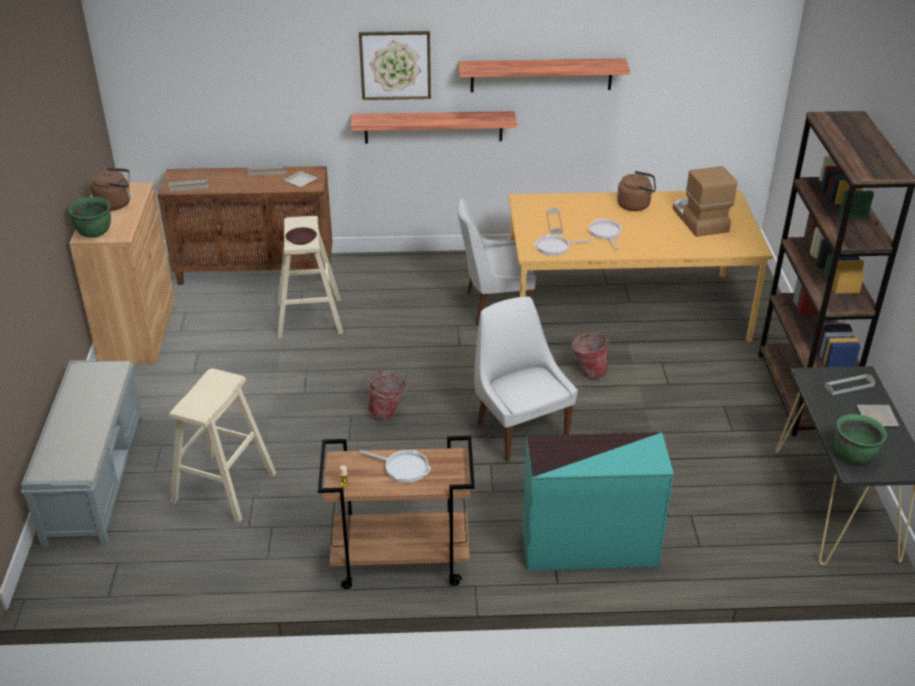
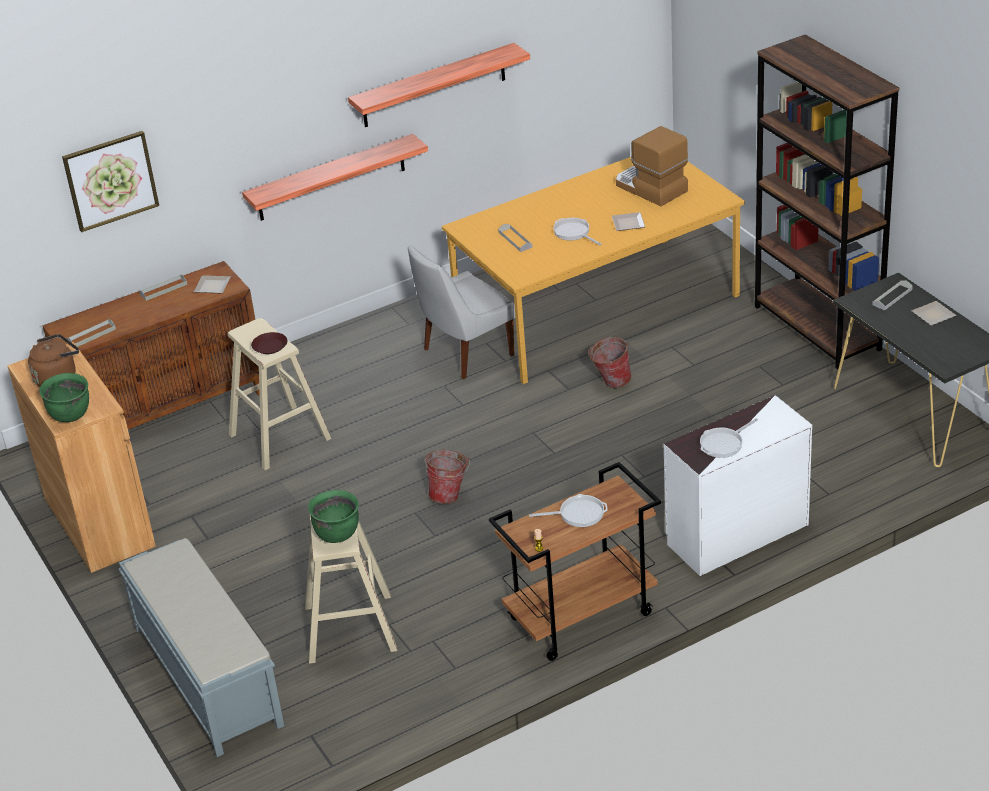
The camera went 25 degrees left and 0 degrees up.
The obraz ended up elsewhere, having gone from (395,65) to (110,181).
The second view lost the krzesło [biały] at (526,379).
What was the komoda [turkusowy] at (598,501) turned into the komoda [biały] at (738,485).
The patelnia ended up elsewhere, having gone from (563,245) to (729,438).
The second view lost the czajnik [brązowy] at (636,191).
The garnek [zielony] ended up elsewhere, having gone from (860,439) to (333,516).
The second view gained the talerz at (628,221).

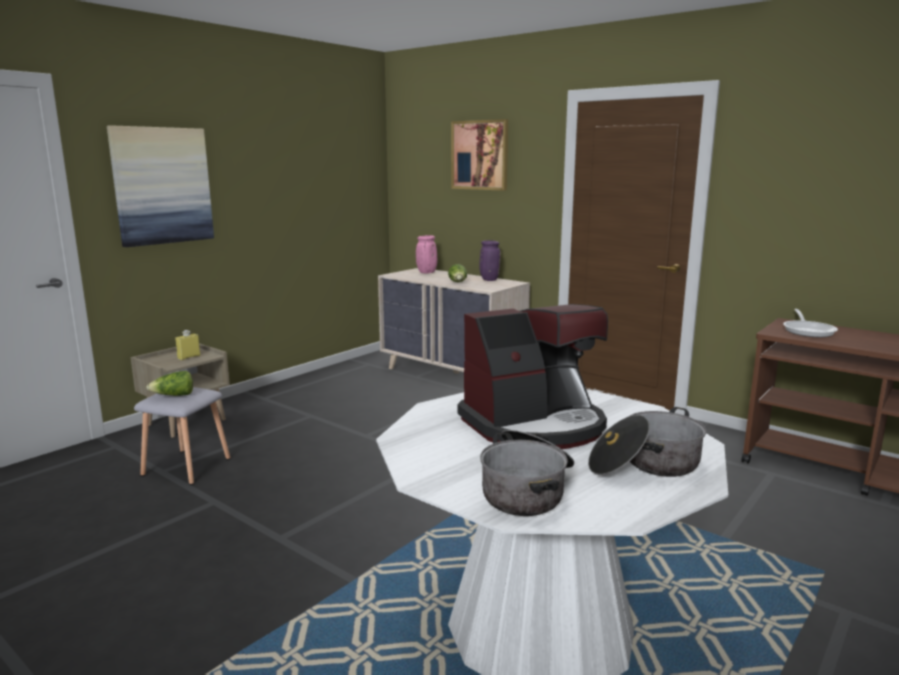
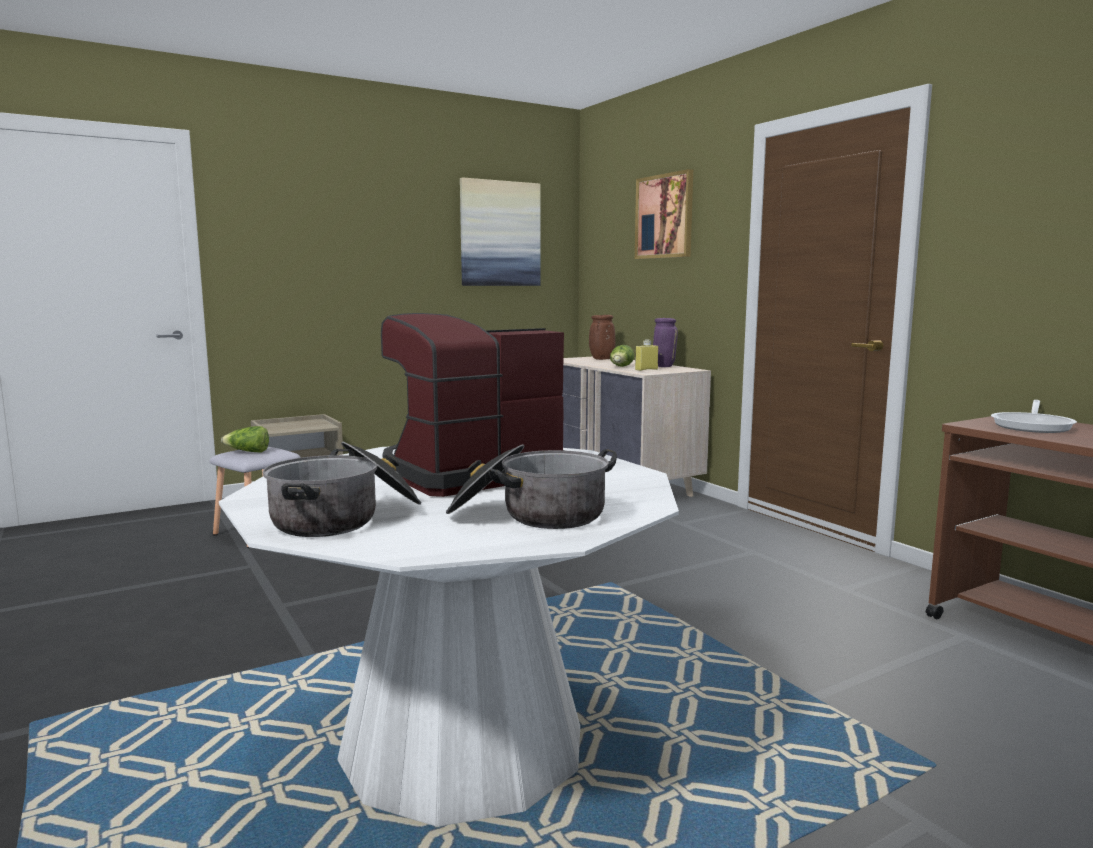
The camera went 20 degrees right and 5 degrees down.
The obraz ended up elsewhere, having gone from (160,186) to (500,232).
The butelka [żółty] ended up elsewhere, having gone from (187,345) to (646,355).
What was the wazon [różowy] at (426,254) turned into the wazon [brązowy] at (602,337).
The ekspres do kawy at (532,376) ended up facing another way, 150 degrees clockwise from before.

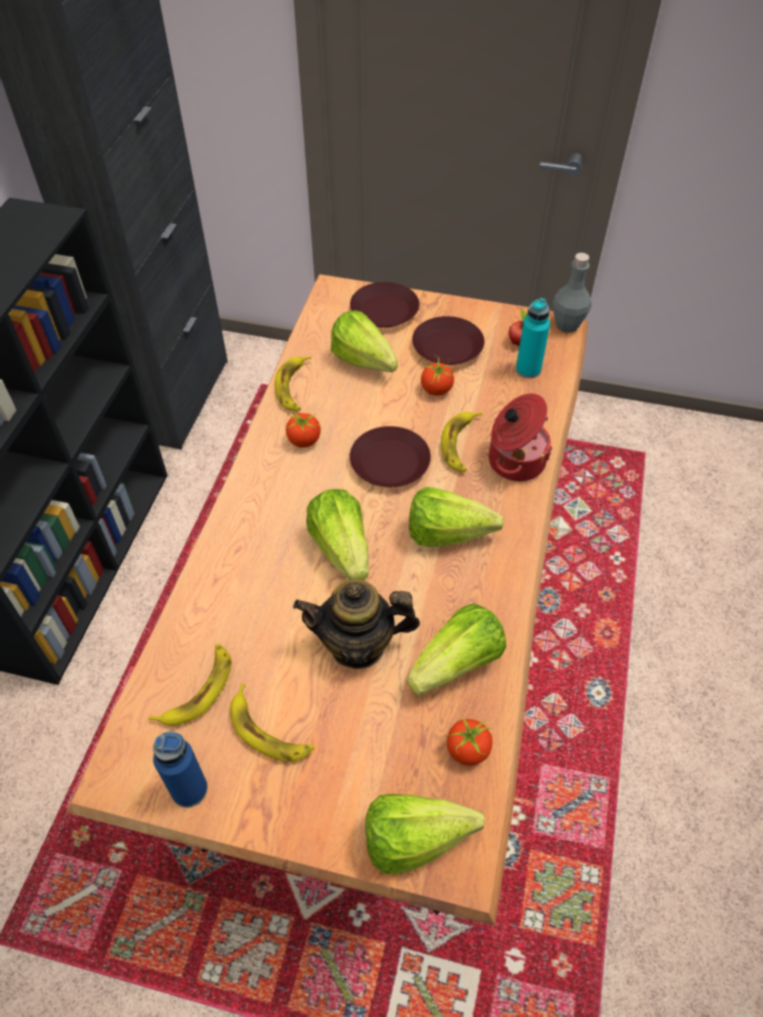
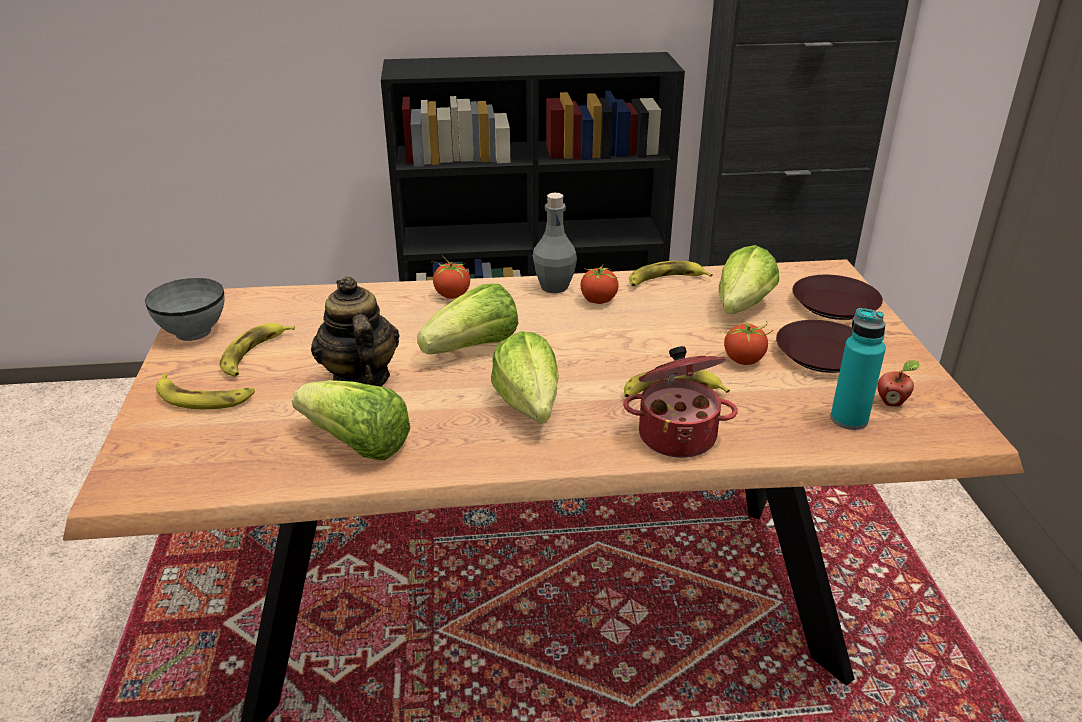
The camera went 70 degrees right and 20 degrees down.
The banan ended up elsewhere, having gone from (190,685) to (205,391).
Where the butelka [niebieski] stood at (180,769), the miska [szary] came to stand at (185,309).
The second view lost the talerz [brązowy] at (390,456).
The second view lost the sałata at (425,834).
The pomidor ended up elsewhere, having gone from (469,740) to (450,277).
The butelka [szary] ended up elsewhere, having gone from (572,293) to (555,243).

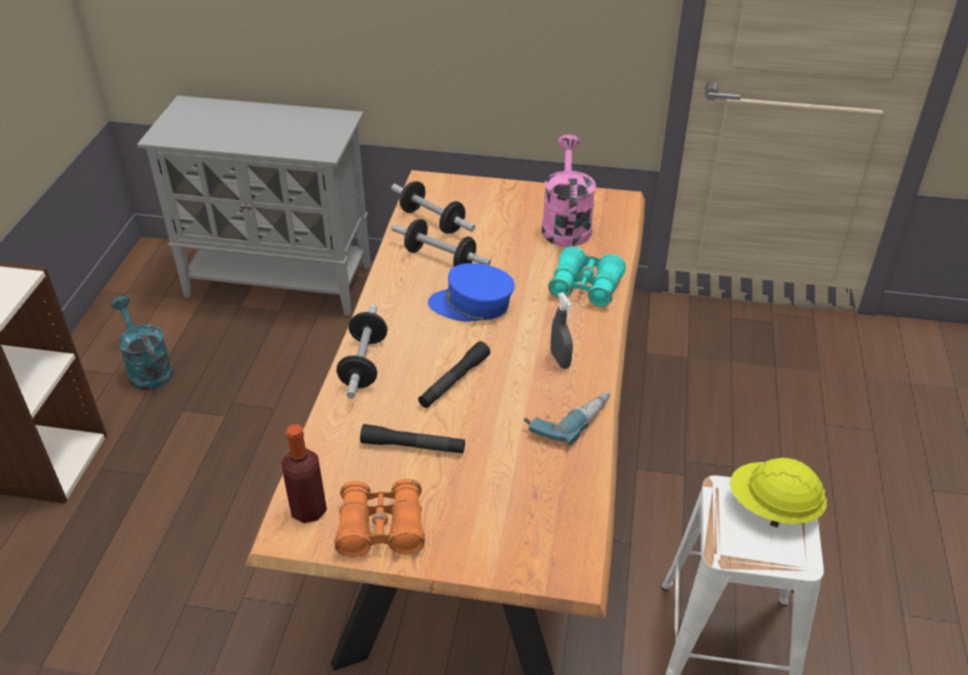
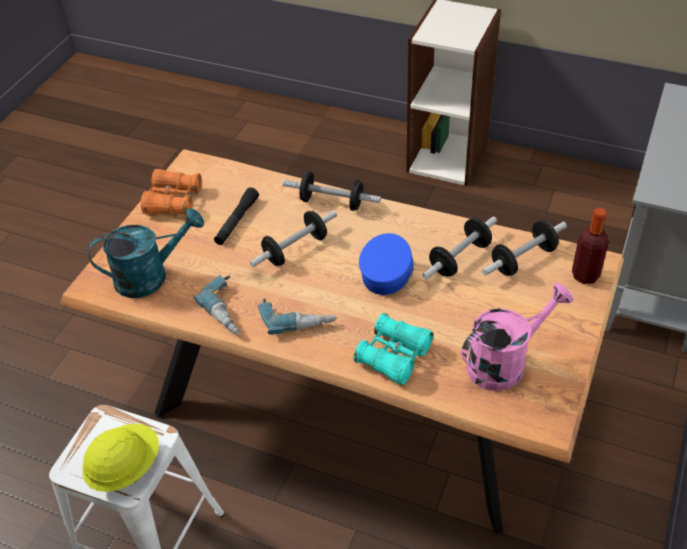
The camera went 105 degrees right and 5 degrees up.
The konewka [turkusowy] ended up elsewhere, having gone from (141,343) to (146,253).
The butelka ended up elsewhere, having gone from (304,473) to (590,246).
Where the latarka [czarny] stood at (454,374), the hantel came to stand at (293,238).
The konewka [różowy] at (569,190) ended up facing another way, 45 degrees counterclockwise from before.
Where the spryskiwacz [szary] stood at (562,330), the wiertarka came to stand at (297,316).

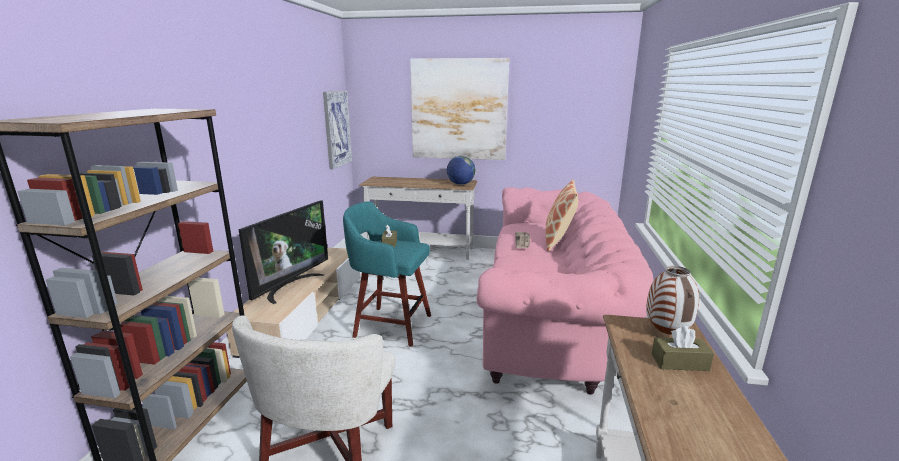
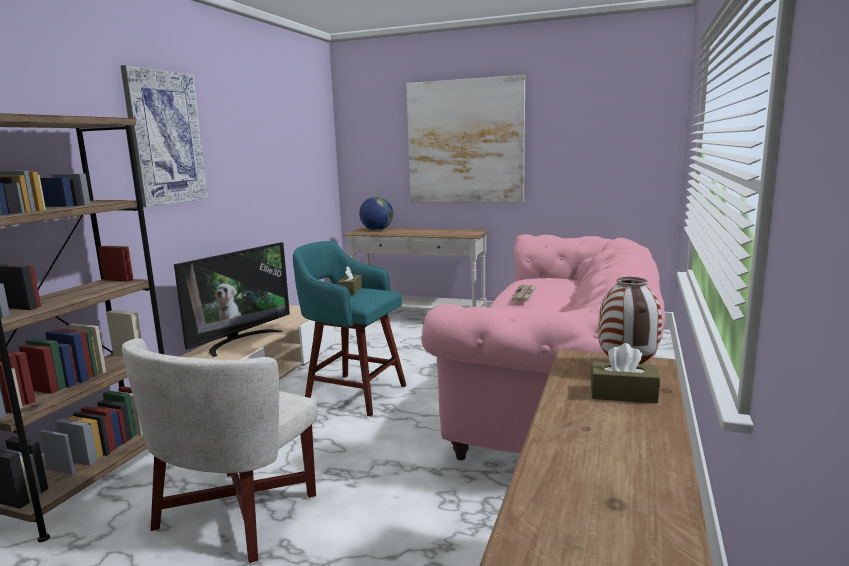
The camera went 10 degrees right and 5 degrees down.
The obraz ended up elsewhere, having gone from (337,130) to (164,136).
The globus ended up elsewhere, having gone from (461,170) to (376,214).
The second view lost the poduszka at (562,215).

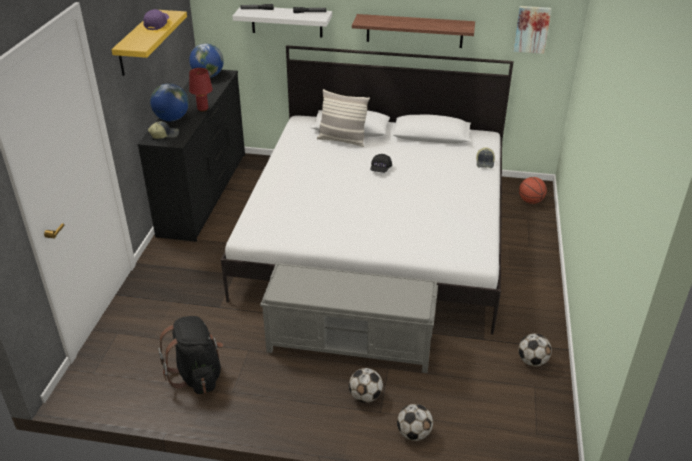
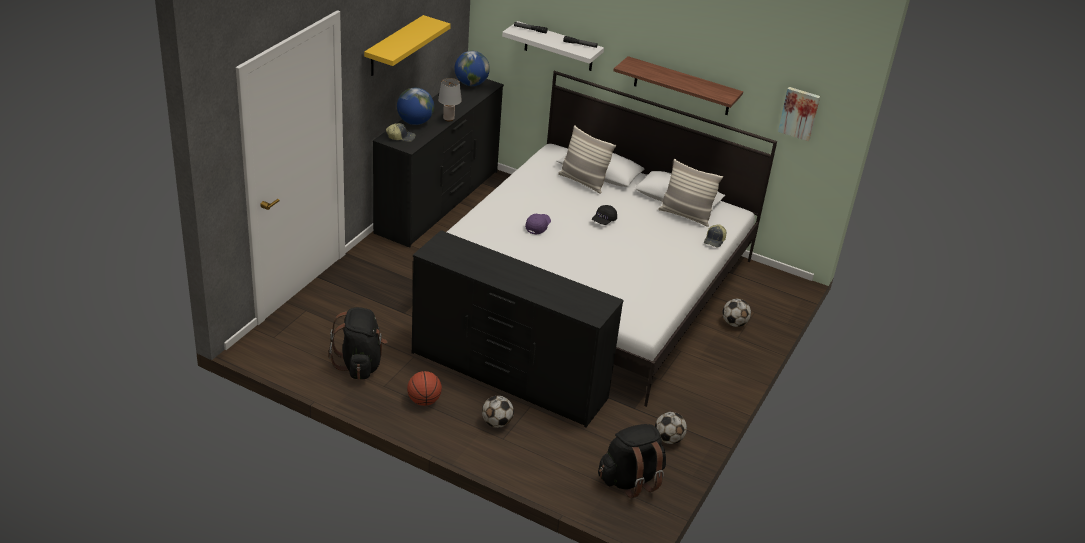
The camera went 15 degrees right and 0 degrees up.
The czapka z daszkiem [fioletowy] ended up elsewhere, having gone from (156,19) to (538,224).
What was the lampa stołowa [czerwony] at (201,90) turned into the lampa stołowa [szary] at (450,100).
Where the ławka [szary] stood at (349,318), the komoda [czarny] came to stand at (518,329).
The piłka futbolowa ended up elsewhere, having gone from (415,422) to (736,313).
The piłka do koszykówki ended up elsewhere, having gone from (533,190) to (424,388).
The second view gained the plecak [czarny] at (632,461).
The second view gained the poduszka at (690,193).

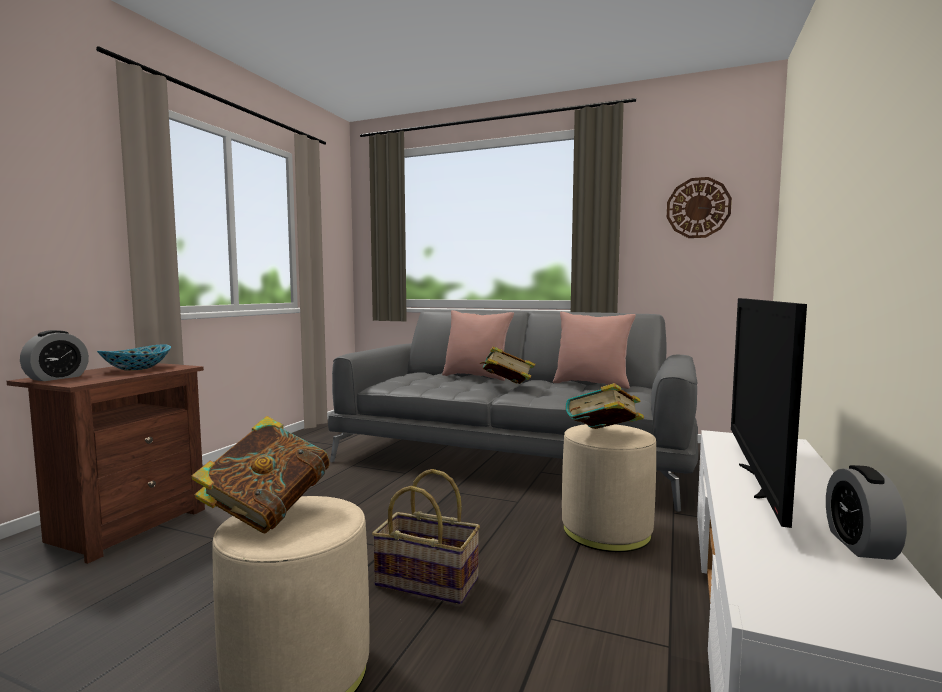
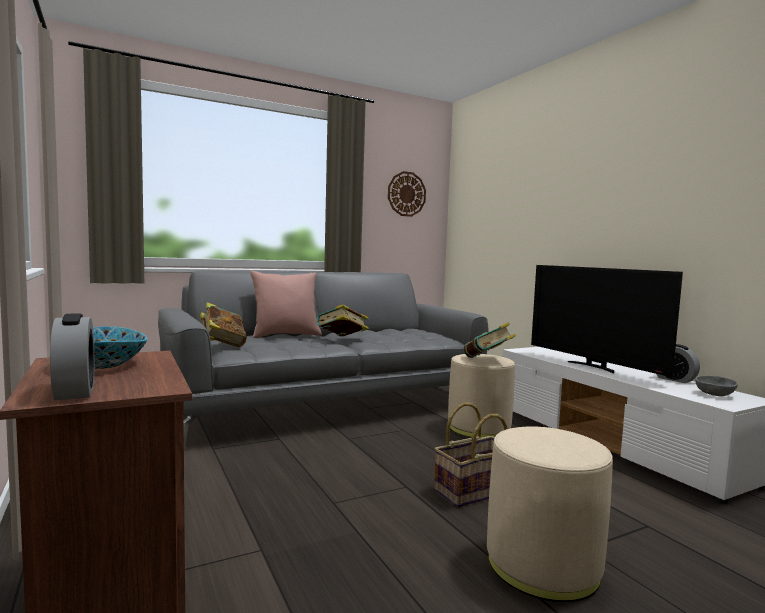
The camera went 50 degrees left and 0 degrees up.
The książka ended up elsewhere, having gone from (260,474) to (223,324).
The second view lost the poduszka [różowy] at (594,350).
The second view gained the miska [szary] at (716,386).

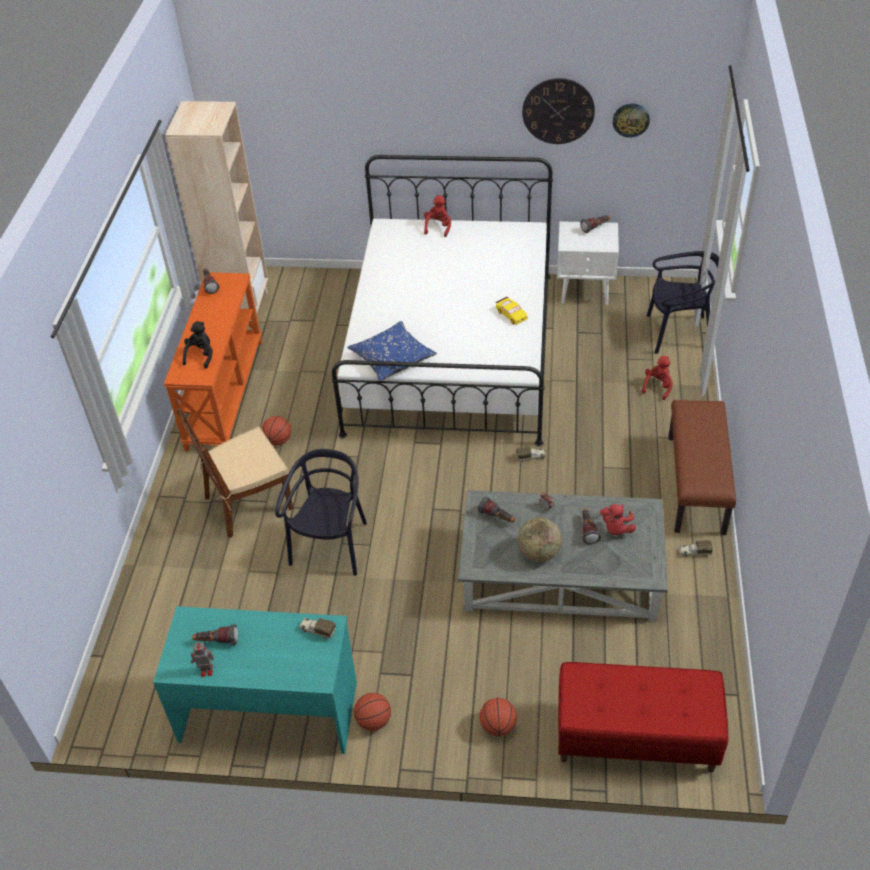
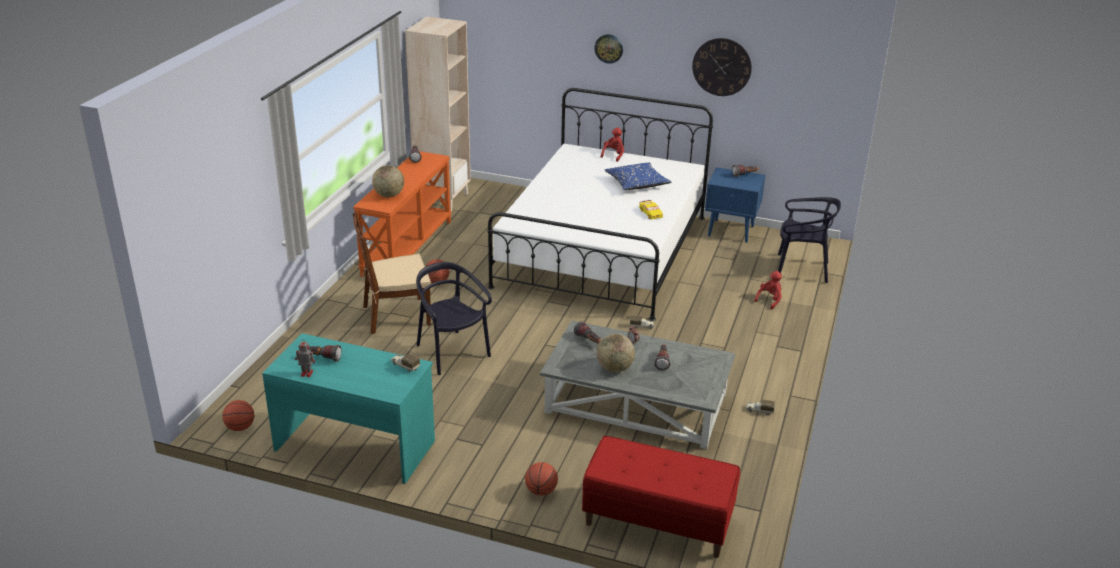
The camera went 10 degrees right and 15 degrees down.
Where the pluszak [czarny] stood at (198,345), the globus came to stand at (388,181).
The krzesło [czarny] at (321,512) ended up facing another way, 60 degrees counterclockwise from before.
The poduszka [niebieski] ended up elsewhere, having gone from (392,351) to (638,176).
The piłka do koszykówki ended up elsewhere, having gone from (372,712) to (238,415).
What was the szafka nocna [biały] at (588,263) turned into the szafka nocna [niebieski] at (735,205).
The second view lost the pluszak [czerwony] at (618,519).
The zegar ścienny ended up elsewhere, having gone from (631,121) to (608,49).
The second view lost the ławka [brązowy] at (702,467).

